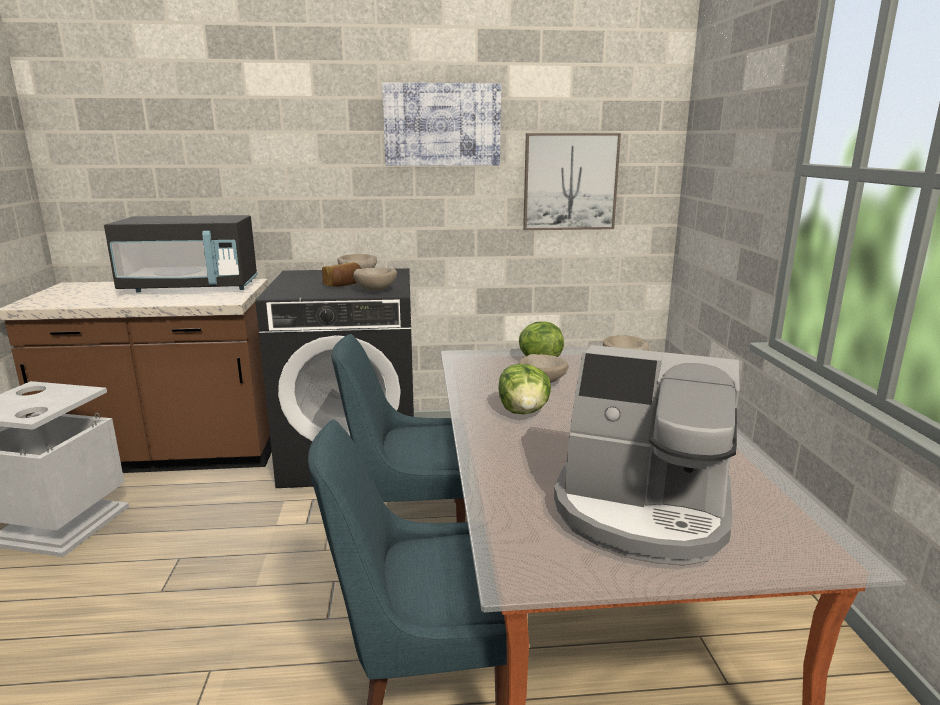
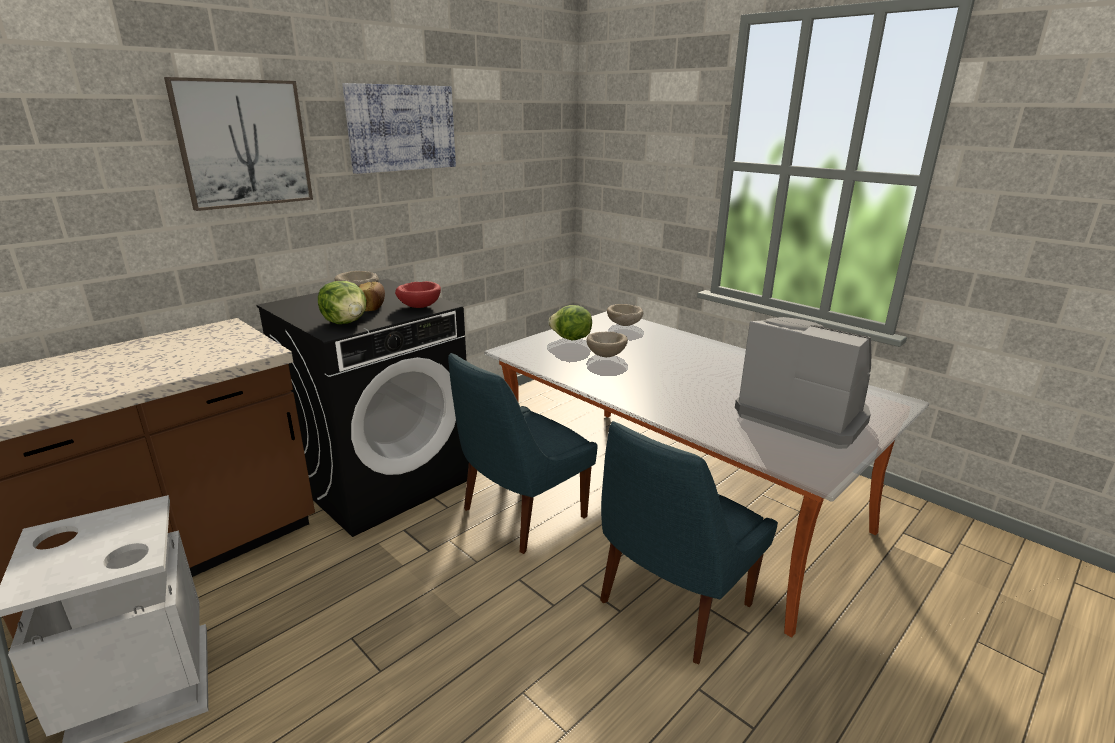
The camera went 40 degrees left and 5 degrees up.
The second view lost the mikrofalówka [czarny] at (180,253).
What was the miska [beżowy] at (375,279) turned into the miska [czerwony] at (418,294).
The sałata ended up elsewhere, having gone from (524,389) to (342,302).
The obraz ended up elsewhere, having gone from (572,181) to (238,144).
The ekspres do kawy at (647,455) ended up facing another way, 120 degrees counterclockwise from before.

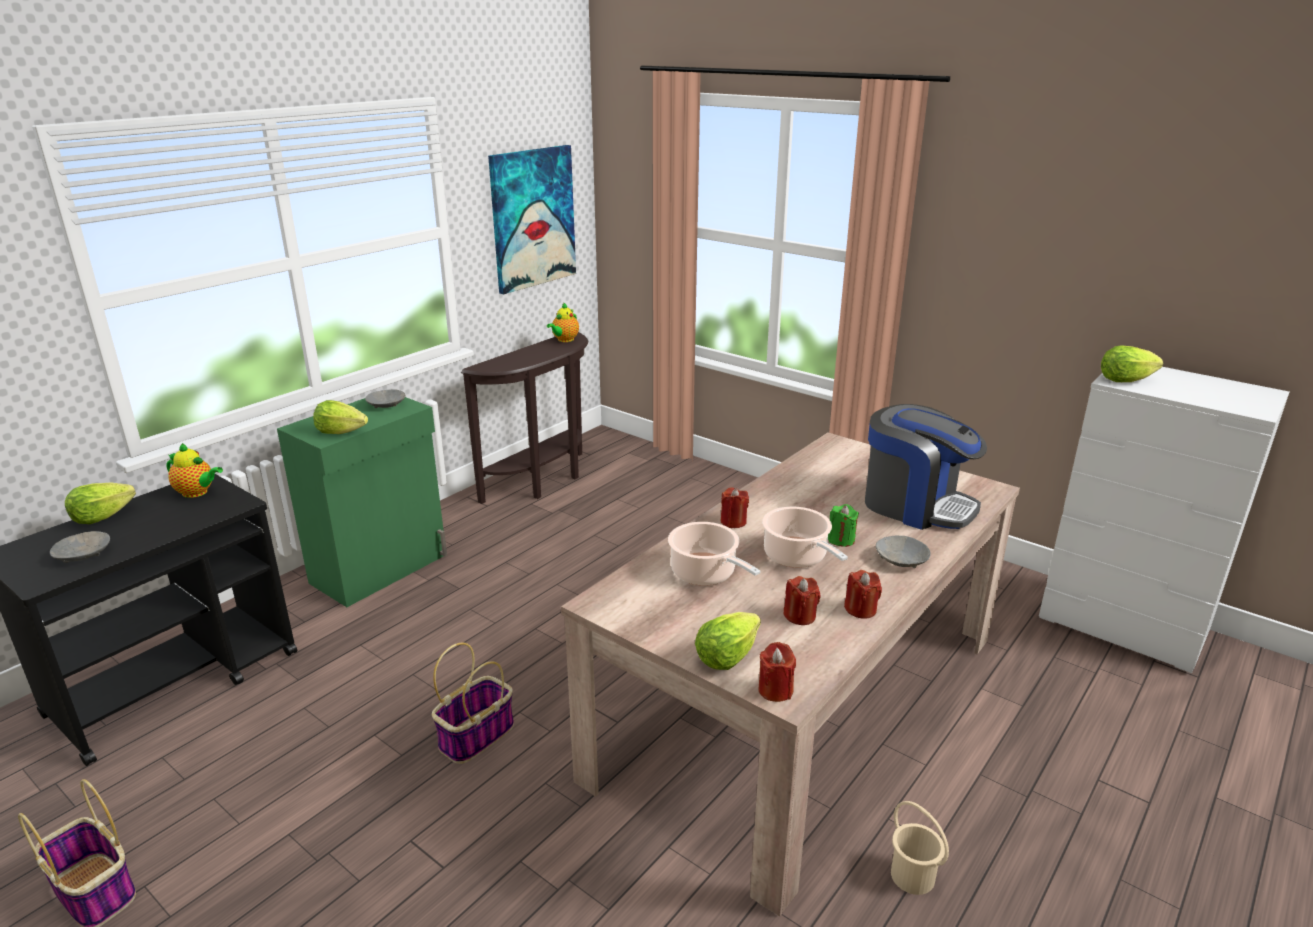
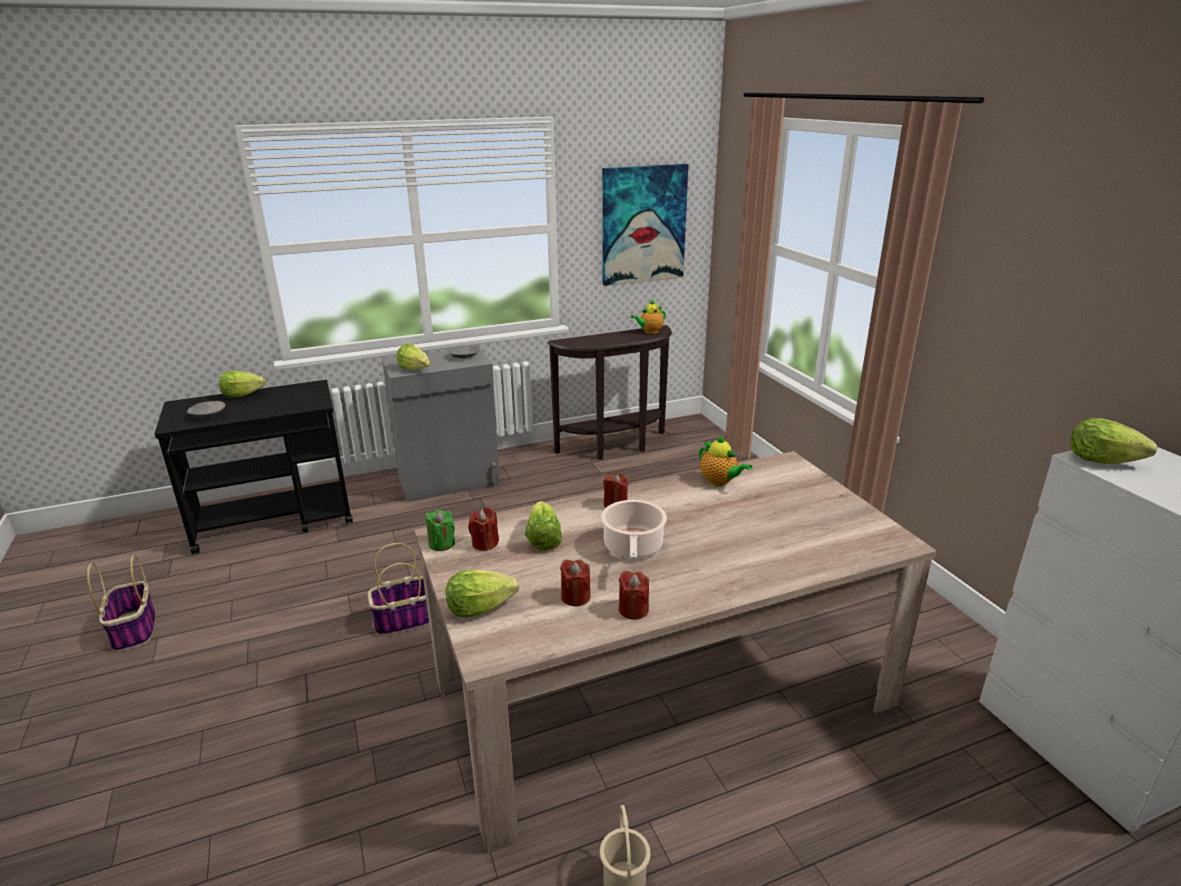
The camera went 30 degrees right and 0 degrees up.
The imbryk ended up elsewhere, having gone from (194,470) to (725,460).
What was the szafka [zielony] at (362,502) turned into the szafka [szary] at (441,425).
Where the garnek stood at (714,554), the sałata came to stand at (543,526).
The świeca [czerwony] ended up elsewhere, having gone from (777,672) to (483,529).
The świeca [zielony] ended up elsewhere, having gone from (843,525) to (440,530).
The second view lost the ekspres do kawy at (926,467).
The second view lost the miska [szary] at (903,552).

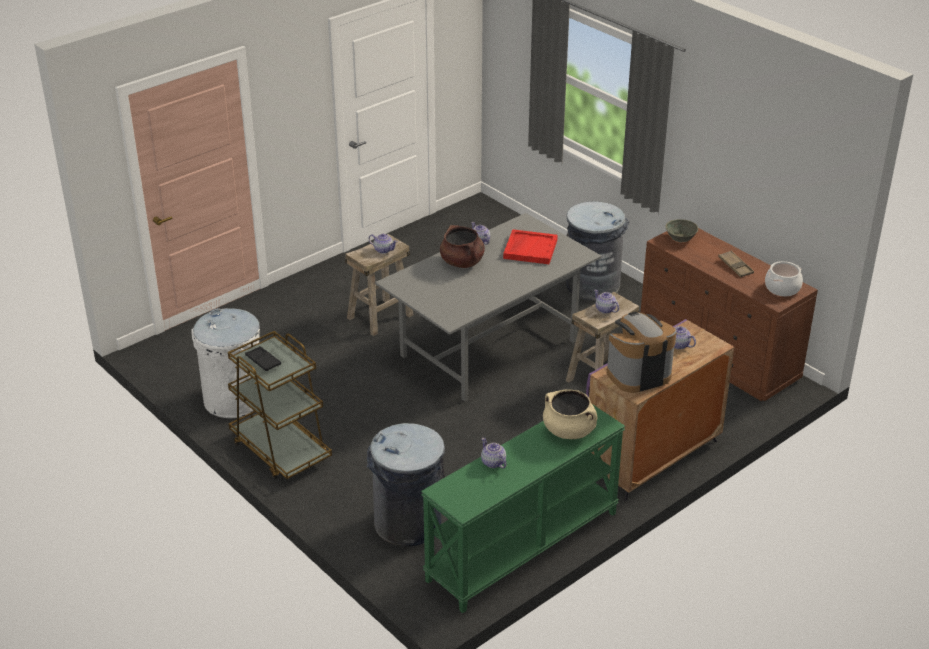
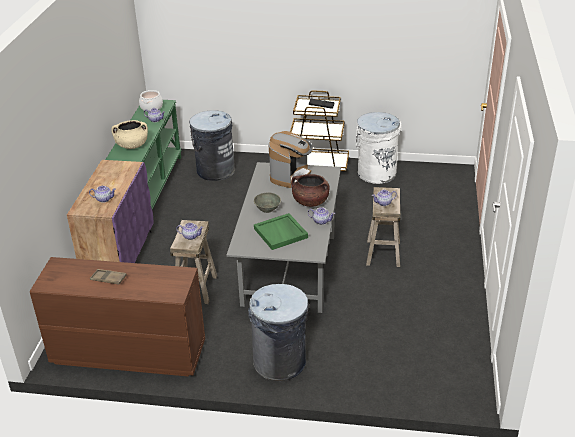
The camera went 140 degrees right and 0 degrees up.
What was the taca [czerwony] at (530,246) turned into the taca [zielony] at (281,231).
The ekspres do kawy ended up elsewhere, having gone from (642,352) to (290,159).
The miska [szary] ended up elsewhere, having gone from (681,230) to (267,202).
The garnek ended up elsewhere, having gone from (784,279) to (151,101).

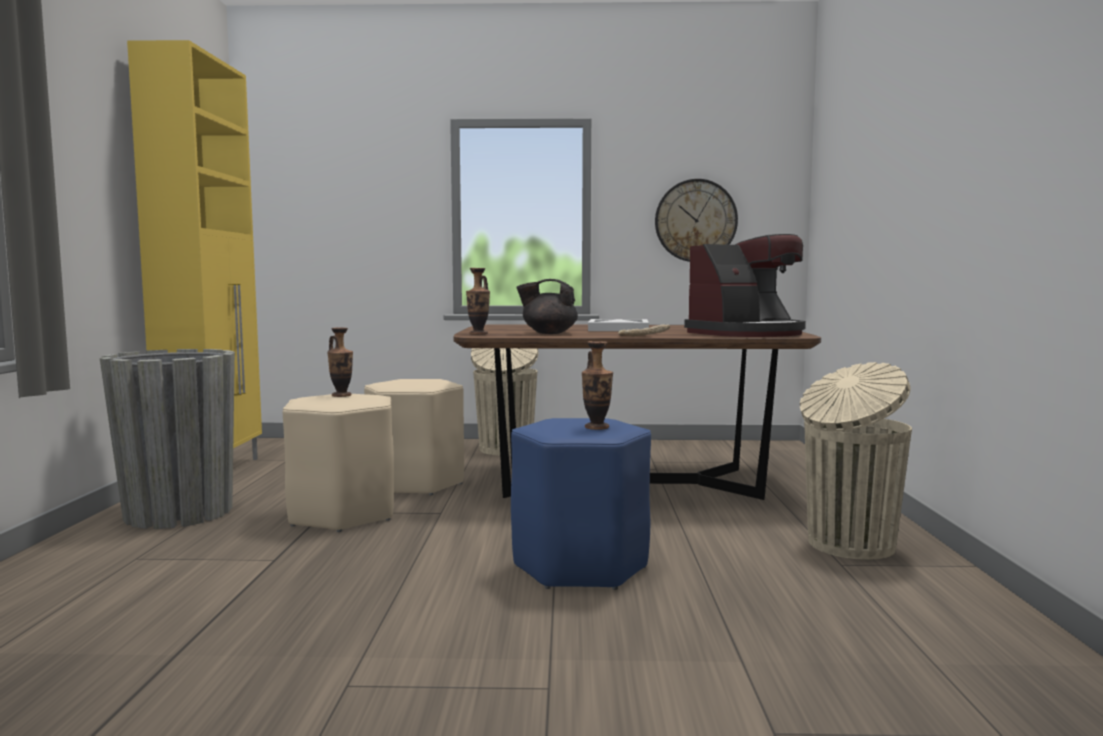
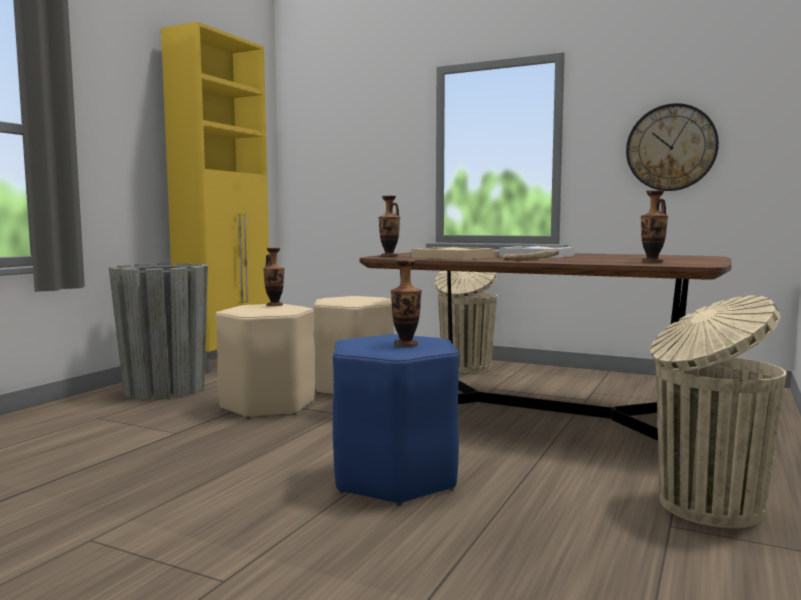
The camera went 25 degrees right and 0 degrees up.
Where the imbryk [czarny] stood at (547,306), the taca [beżowy] came to stand at (452,253).
Where the ekspres do kawy stood at (745,285), the wazon came to stand at (654,226).

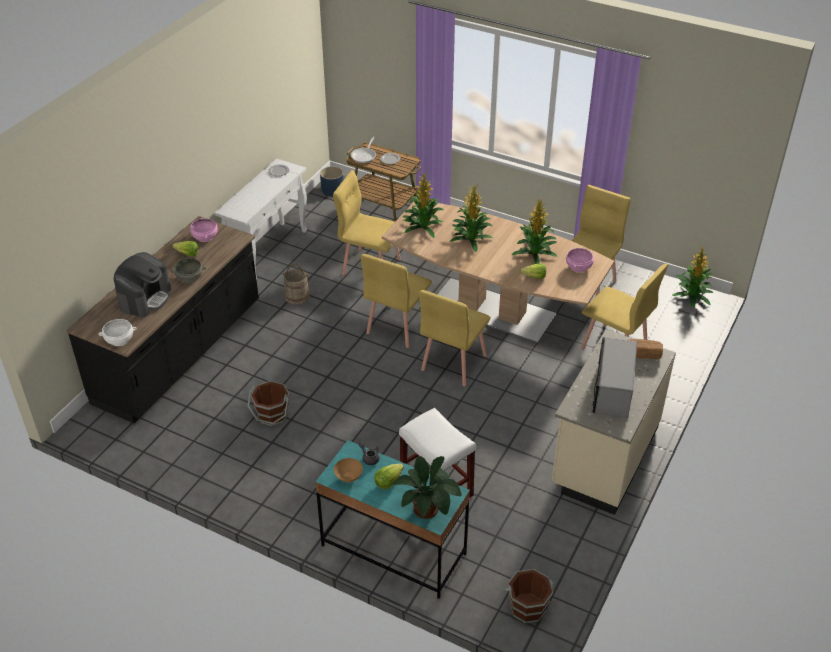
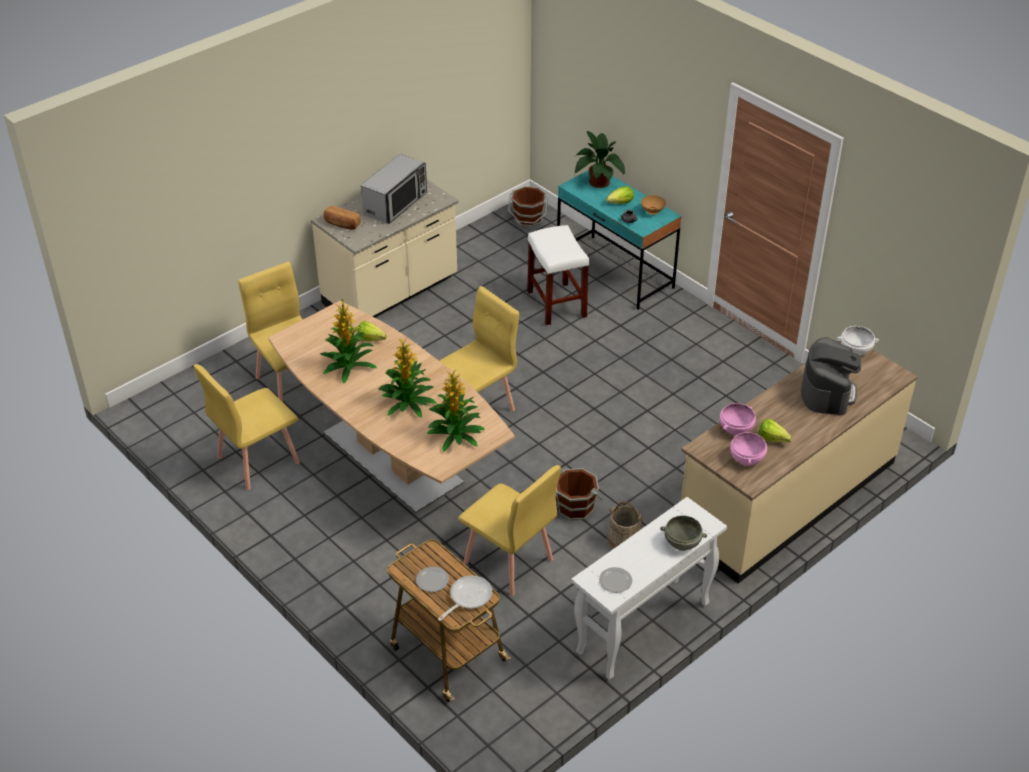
The camera went 160 degrees left and 0 degrees up.
What was the zabudowa kuchenna [czarny] at (163,319) turned into the zabudowa kuchenna [beżowy] at (799,462).
The ekspres do kawy at (142,285) ended up facing another way, 150 degrees clockwise from before.
The miska [szary] ended up elsewhere, having gone from (188,270) to (683,533).
The wiadro [brązowy] ended up elsewhere, having gone from (268,403) to (579,494).
The second view lost the donica [niebieski] at (331,181).
The second view lost the krzesło [żółty] at (396,301).
The miska [różowy] ended up elsewhere, having gone from (580,260) to (738,419).
The second view lost the roślina doniczkowa at (693,277).

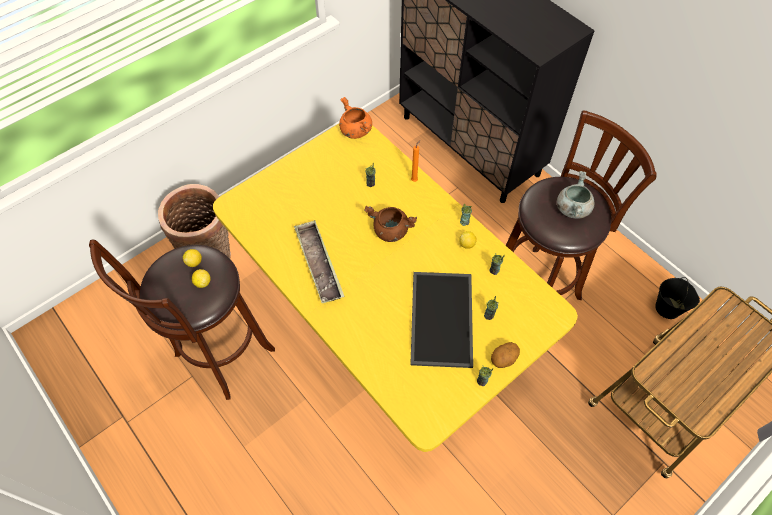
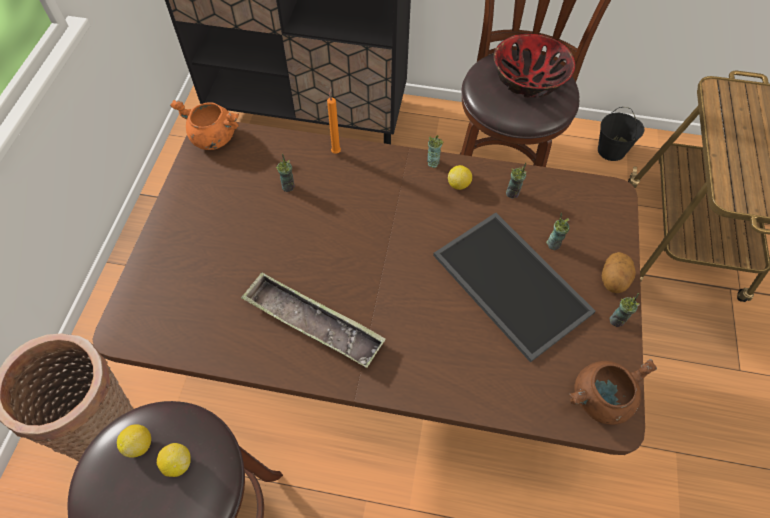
The camera went 40 degrees left and 0 degrees up.
What was the stół jadalny [żółty] at (395,288) turned into the stół jadalny [brązowy] at (369,288).
The garnek [brązowy] ended up elsewhere, having gone from (390,224) to (613,392).
Where the garnek [szary] stood at (575,195), the miska came to stand at (534,66).

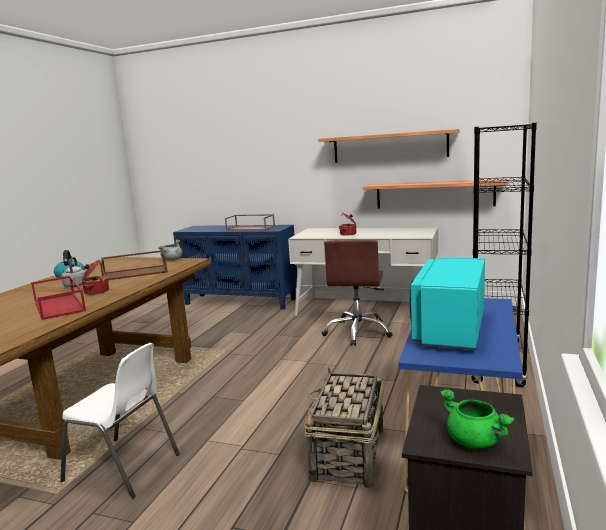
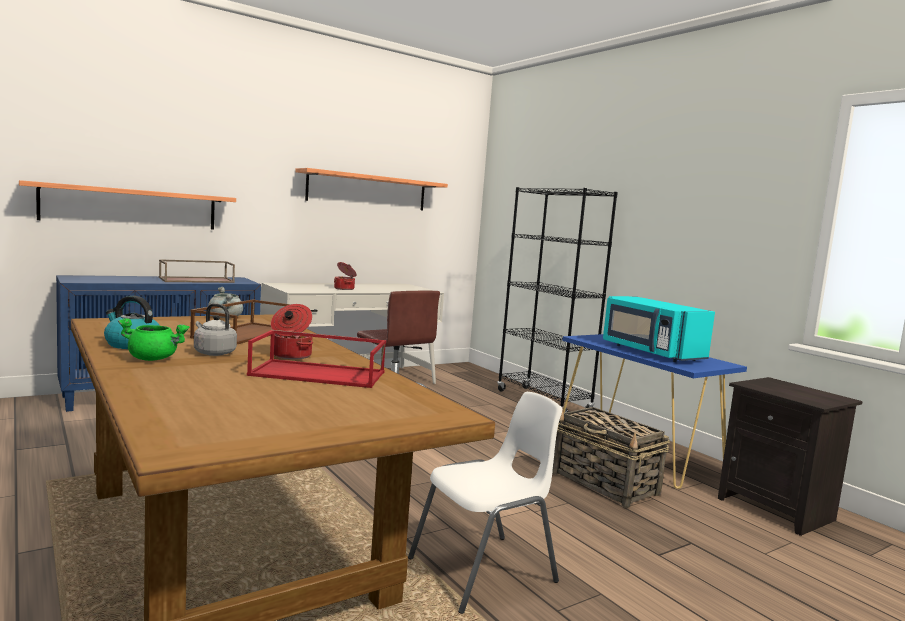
The camera went 55 degrees left and 5 degrees down.
The półka ended up elsewhere, having gone from (435,194) to (127,205).
The garnek [zielony] ended up elsewhere, having gone from (477,419) to (153,339).

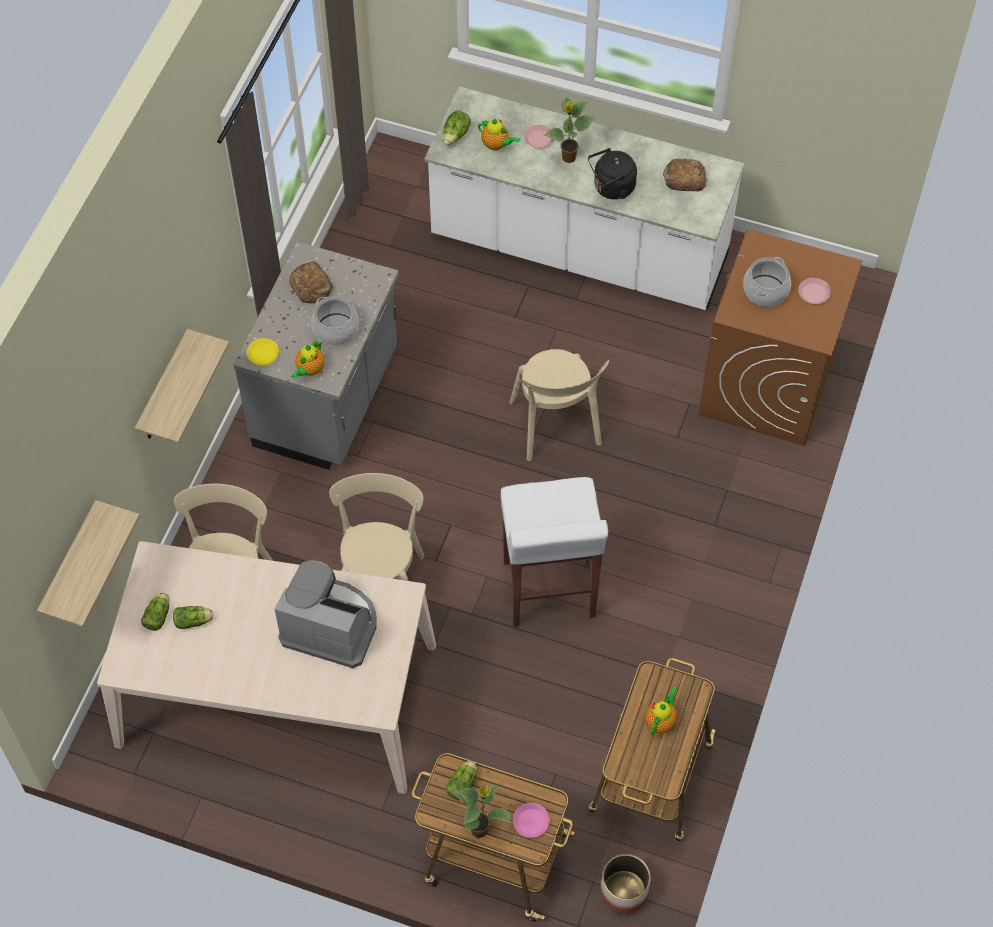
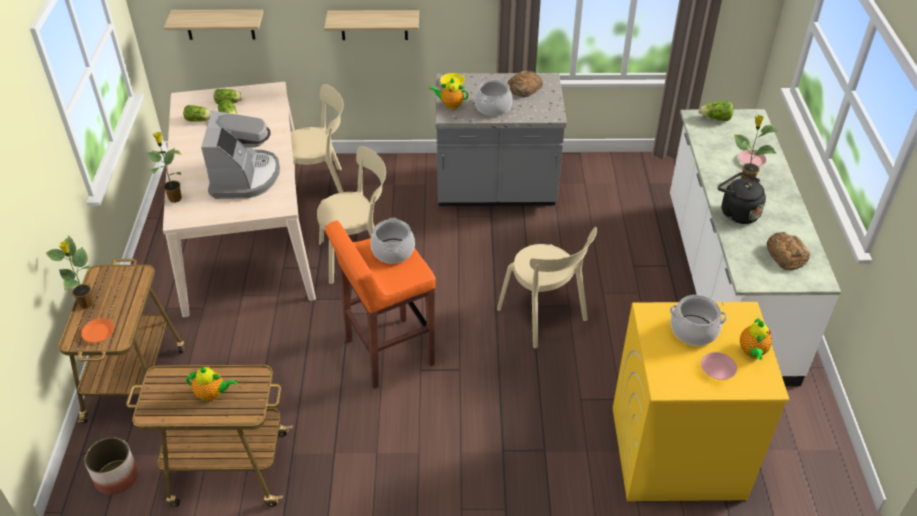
The camera went 70 degrees right and 15 degrees down.
The sałata ended up elsewhere, having gone from (461,780) to (197,113).
The imbryk ended up elsewhere, having gone from (499,135) to (756,339).
What was the stołek [biały] at (554,552) turned into the stołek [pomarańczowy] at (380,305).
The krzesło [beżowy] at (559,405) ended up facing another way, 90 degrees counterclockwise from before.
What was the talerz [różowy] at (531,820) turned into the talerz [pomarańczowy] at (97,330).
What was the pralka [brązowy] at (780,337) turned into the pralka [żółty] at (701,401).
The second view gained the roślina doniczkowa at (164,167).
The second view gained the garnek at (392,241).

